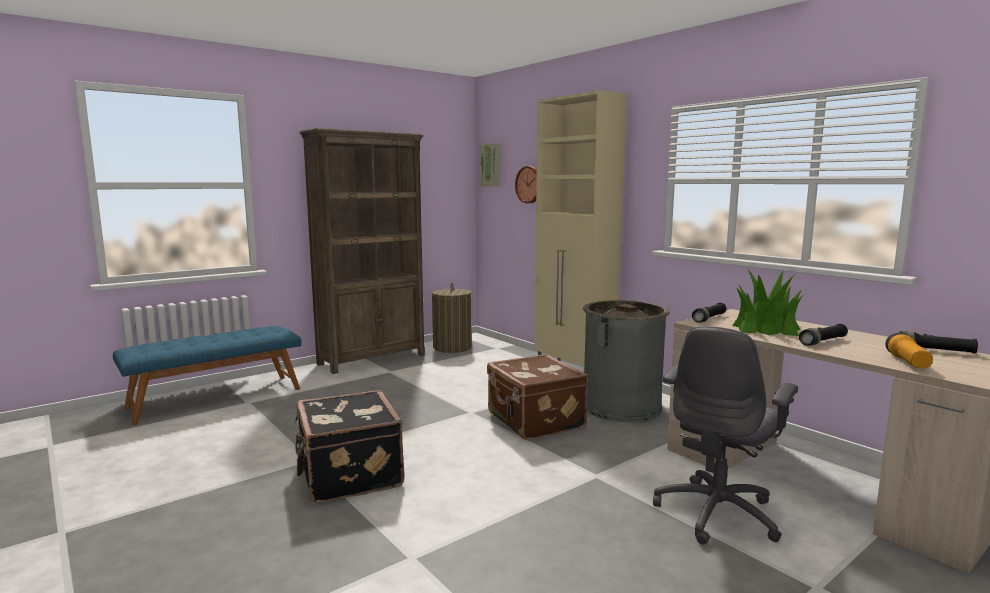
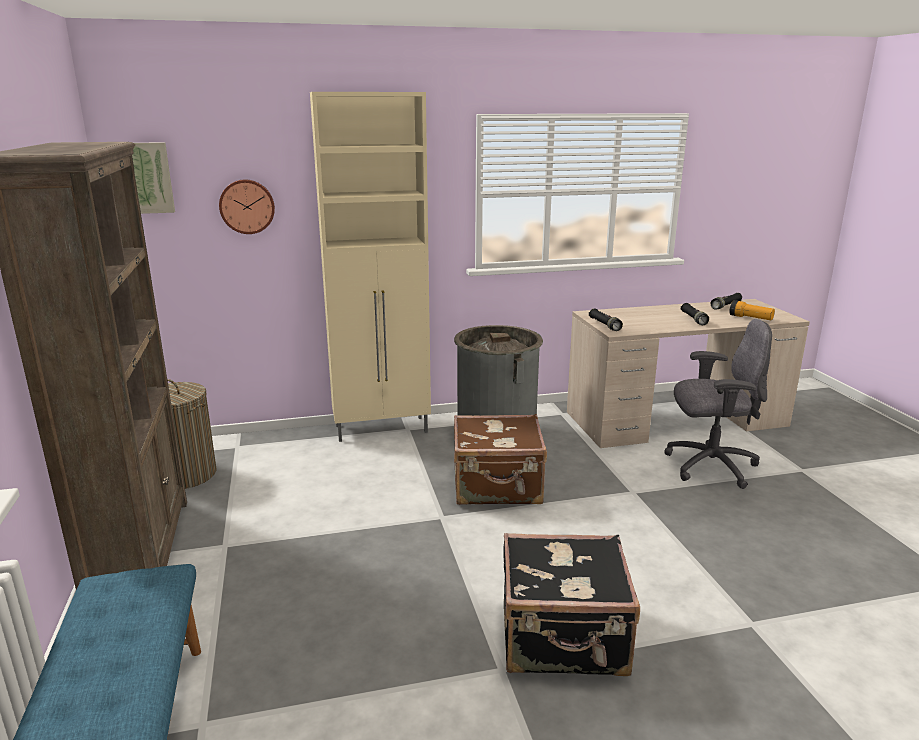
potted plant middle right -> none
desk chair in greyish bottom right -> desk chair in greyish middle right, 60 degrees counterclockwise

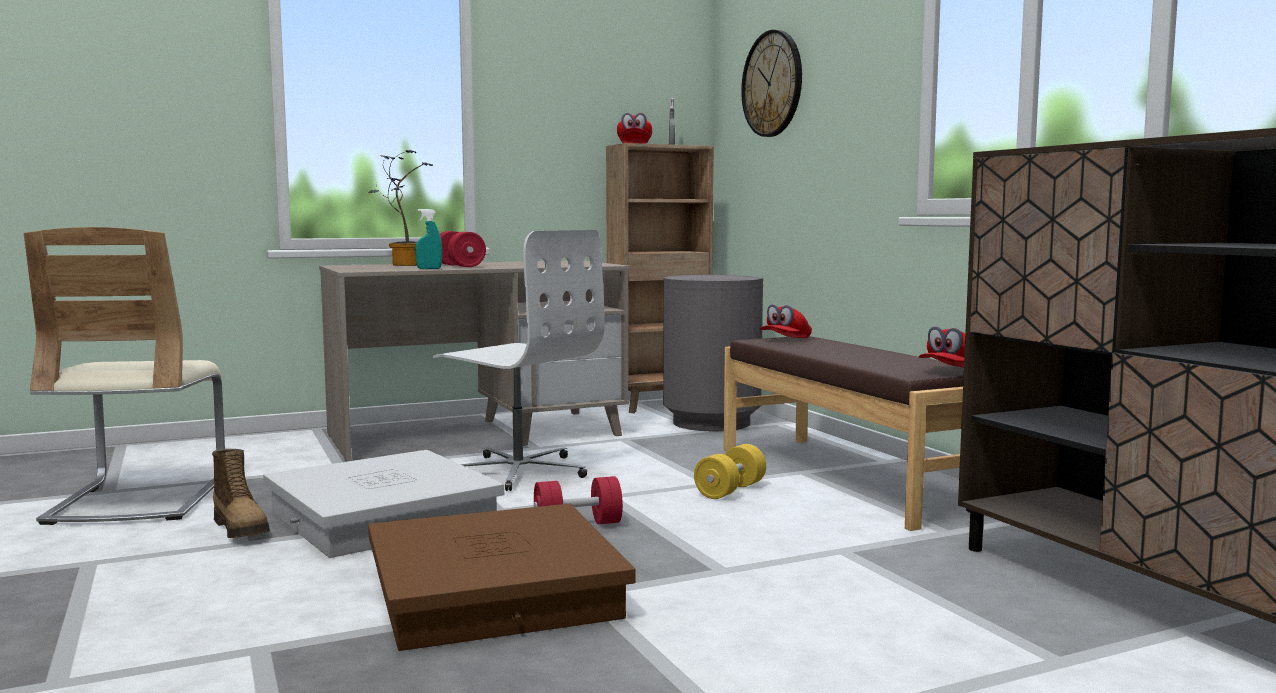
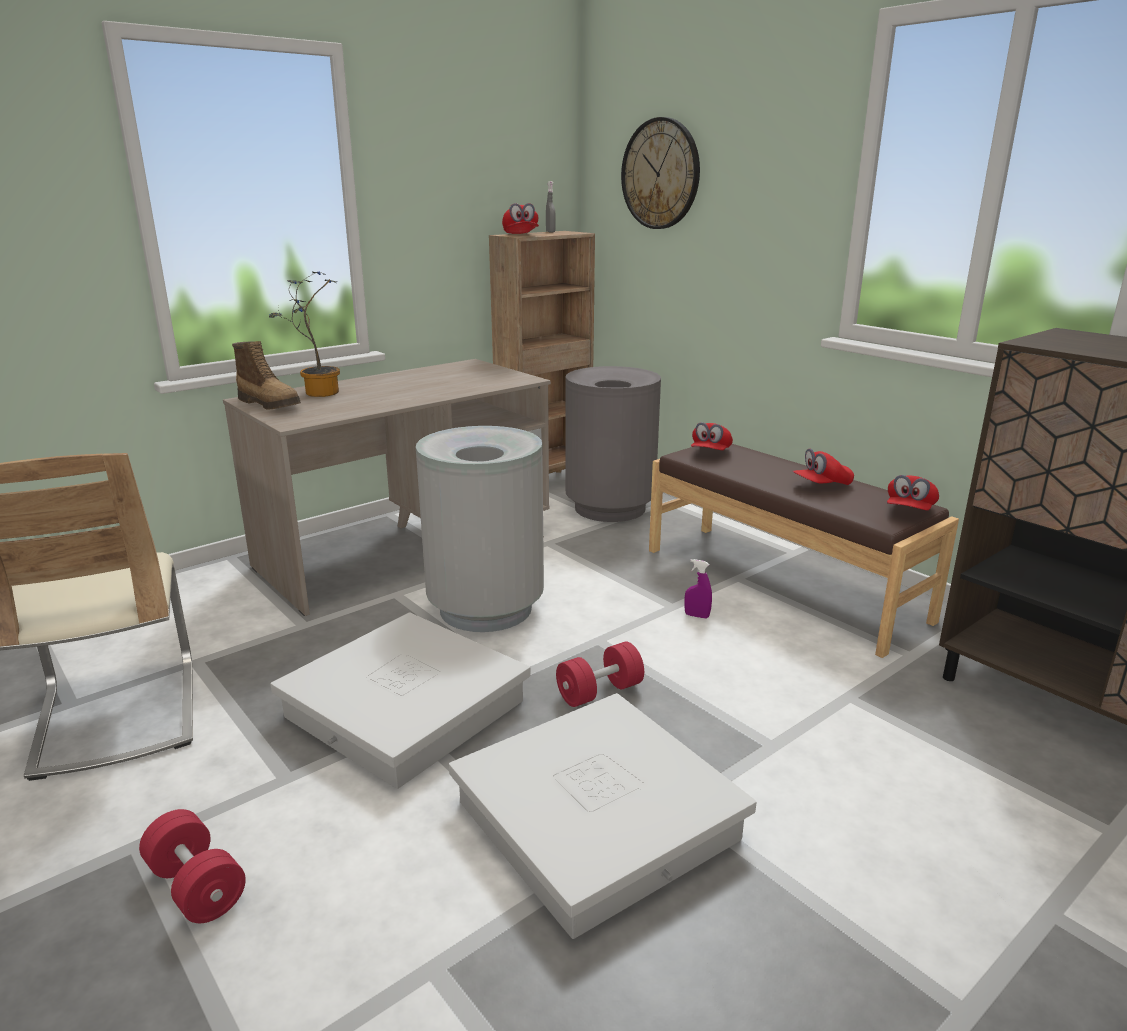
sprayer in turquoise-coloured centre -> none
none -> cap in red-coloured (no. 3 from left) middle right
tall boot bottom left -> tall boot middle left, relocated
free weight in red-coloured (no. 1 from left) centre -> free weight in red-coloured (no. 1 from left) bottom left, relocated
desk chair in white-coloured centre -> waste bin in greyish (no. 1 from left) centre
free weight in yellow-coloured bottom centre -> sprayer in purple centre
storage container in brown bottom centre -> storage container in white-coloured (no. 2 from left) bottom centre

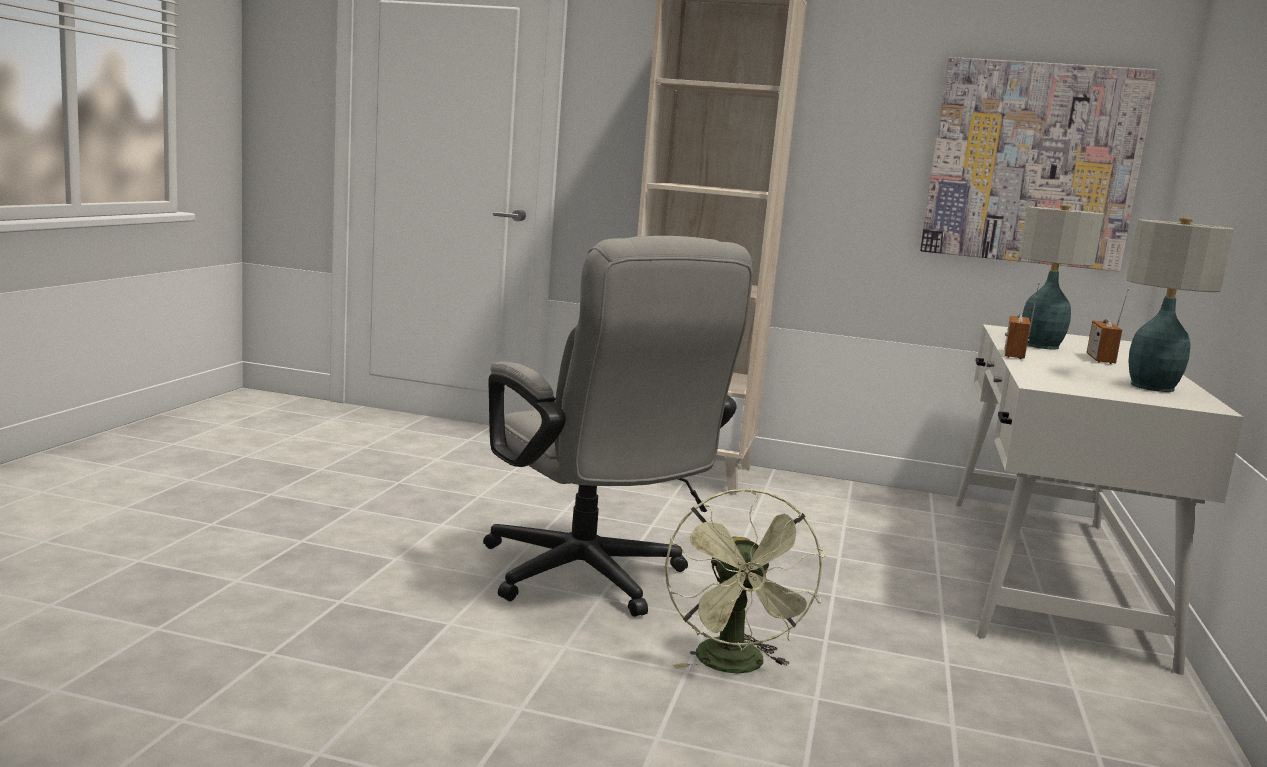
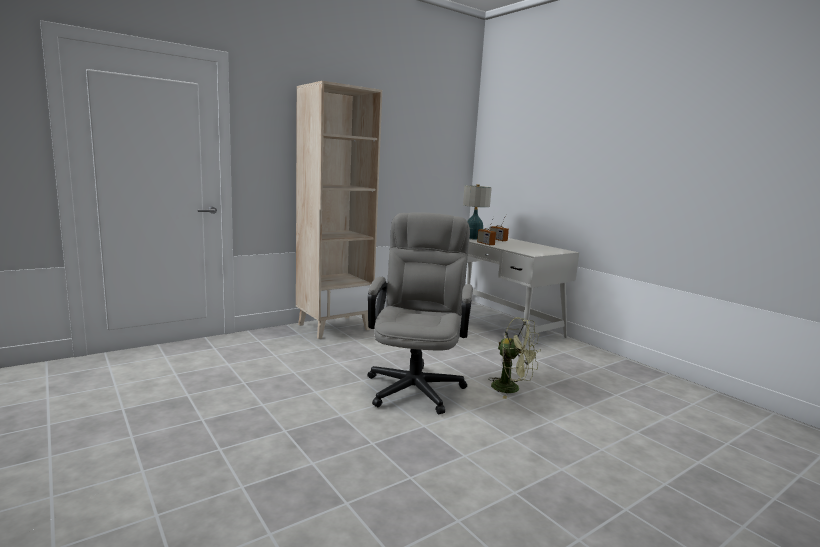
wall art top right -> none
lamp for a table (no. 2 from left) middle right -> none
desk chair in greyish centre, 90 degrees counterclockwise

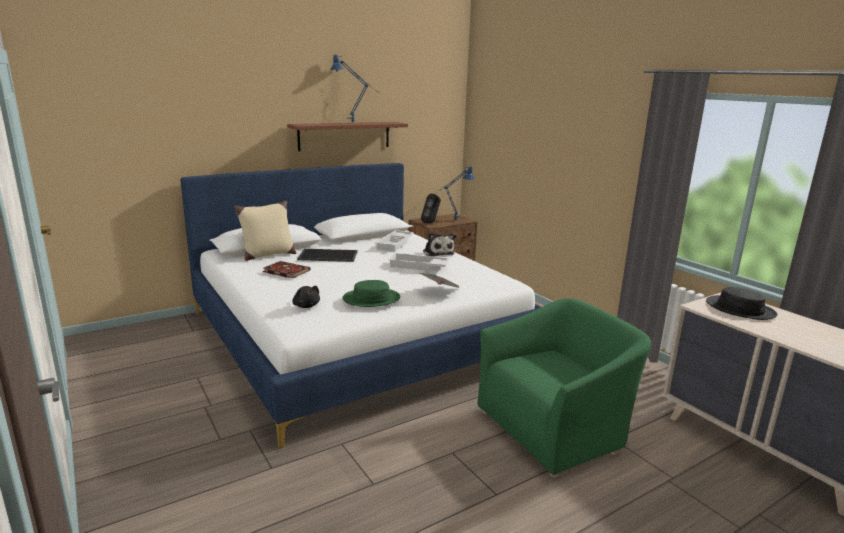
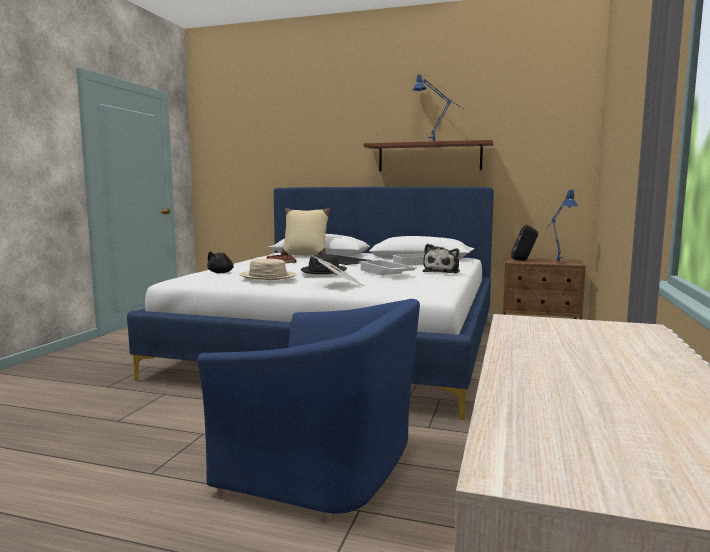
clothing hat in black middle right -> clothing hat in black centre, relocated
clothing hat in greenish centre -> clothing hat in beige-coloured centre
easy chair in greenish bottom right -> easy chair in blue-coloured bottom centre

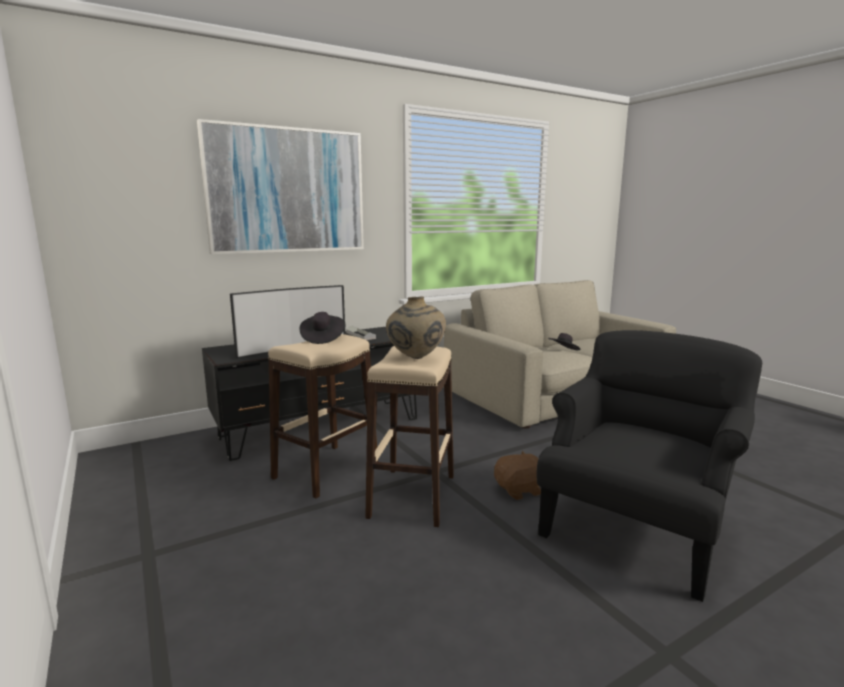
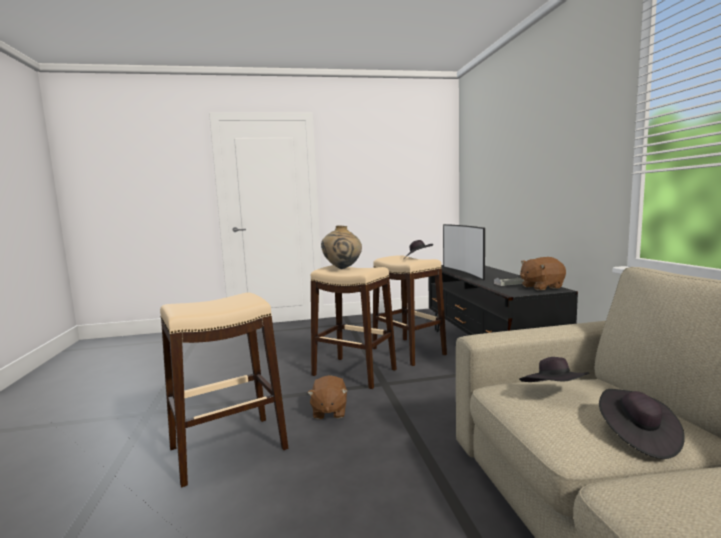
wall art top left -> none
none -> clothing hat in black (no. 2 from left) bottom right
none -> cuddly toy in brown (no. 2 from left) middle right
easy chair in black bottom right -> stool seat in beige-coloured (no. 1 from left) bottom left

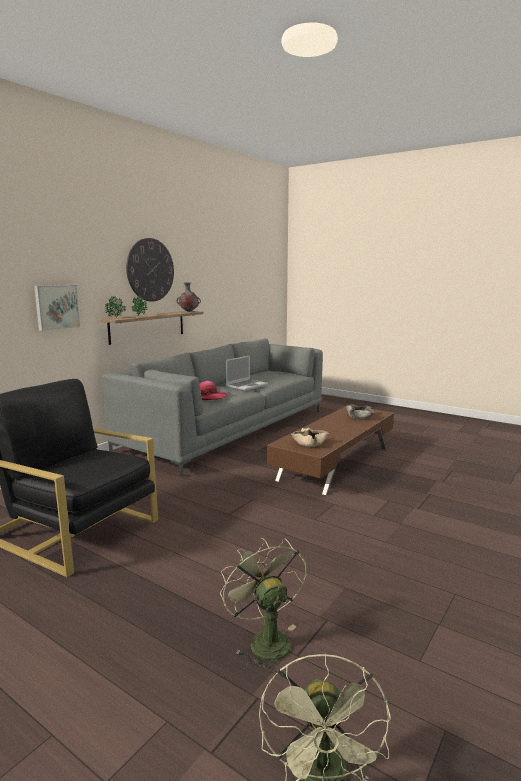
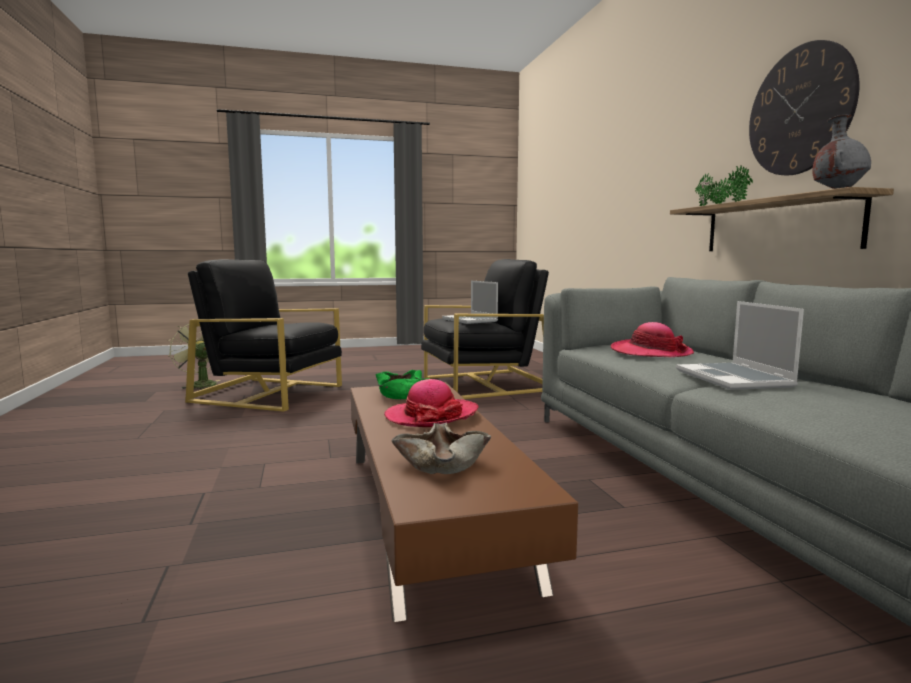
wall art middle left -> none
none -> clothing hat (no. 1 from left) centre
none -> portable computer (no. 1 from left) centre
cooling fan in greenish (no. 1 from left) bottom centre -> easy chair in black (no. 1 from left) middle left
bowl in beige-coloured (no. 1 from left) centre -> bowl in greenish centre

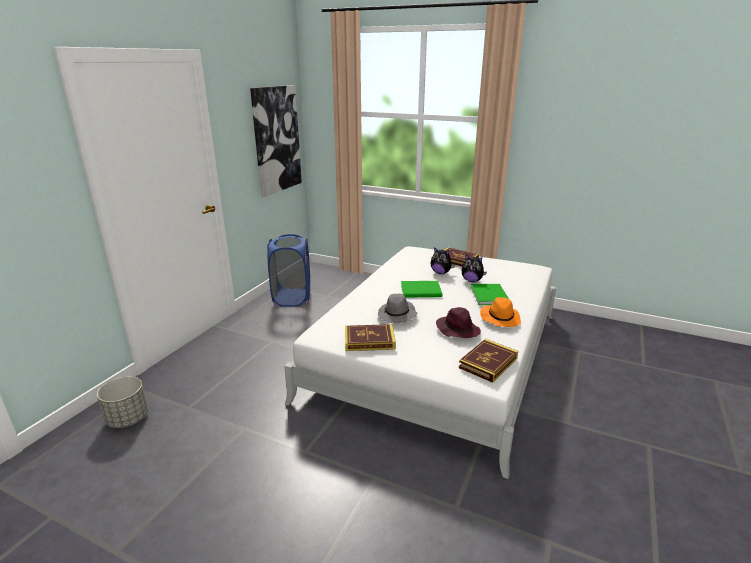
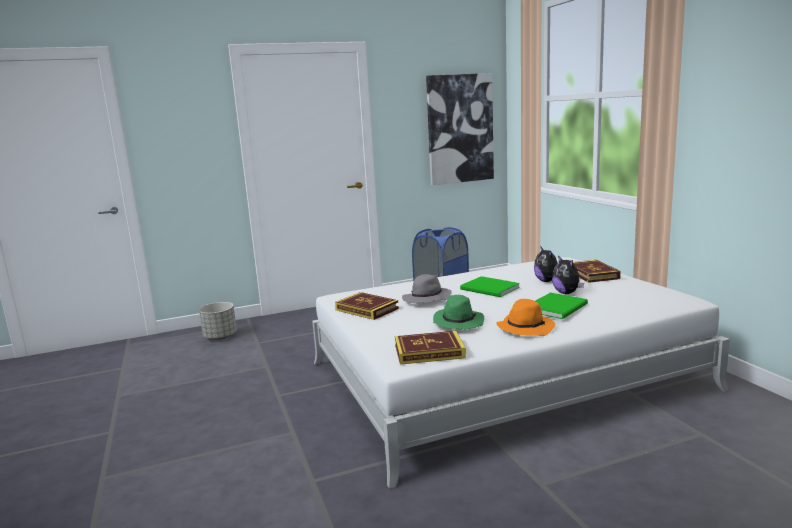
clothing hat in purple centre -> clothing hat in greenish centre

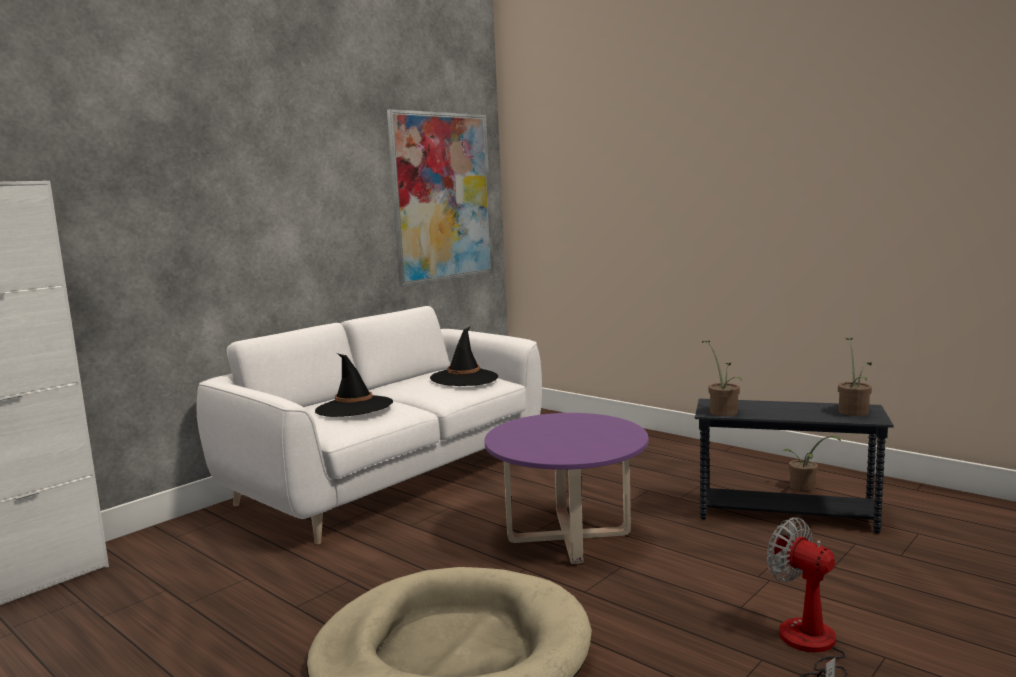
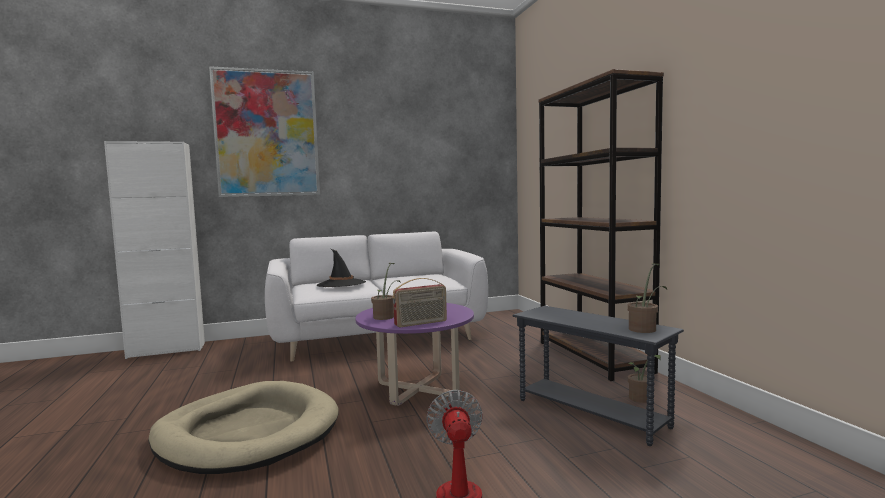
clothing hat in black (no. 2 from left) centre -> none
none -> radio receiver centre
none -> bookcase in brown middle right
wall art top centre -> wall art top left, relocated
potted plant (no. 1 from left) middle right -> potted plant (no. 1 from left) centre, relocated

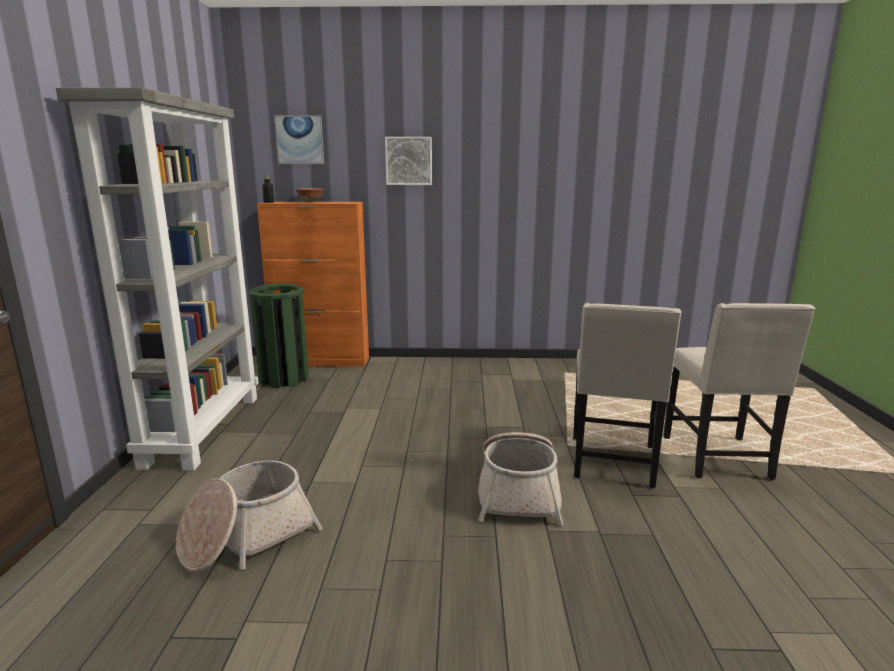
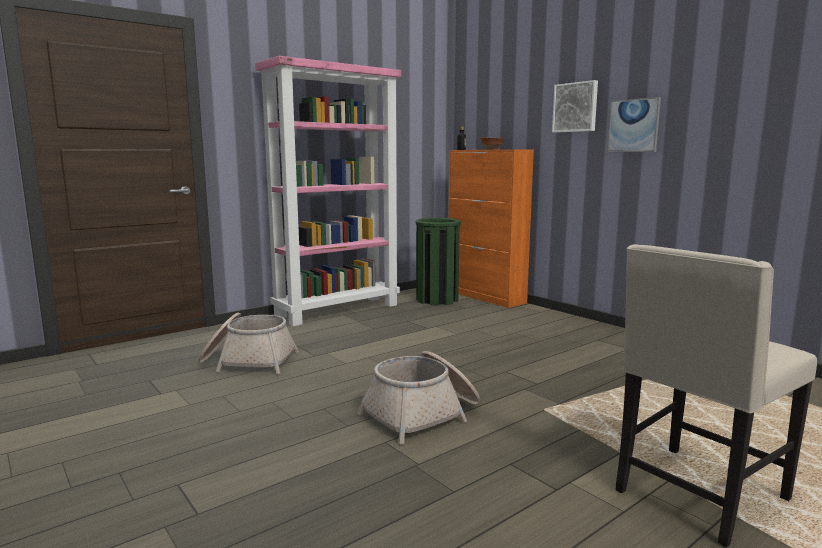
plain chair in beige-coloured (no. 1 from left) middle right -> none
wall art (no. 1 from left in the first image) top centre -> wall art (no. 2 from left) top right, relocated
bookcase in greyish middle left -> bookcase in pink-coloured centre

